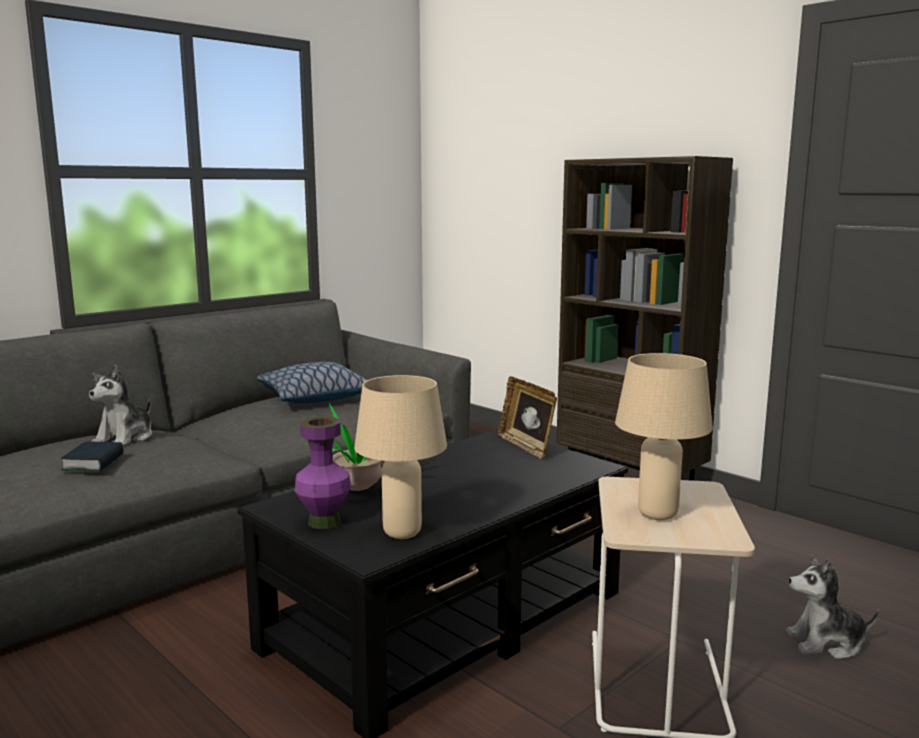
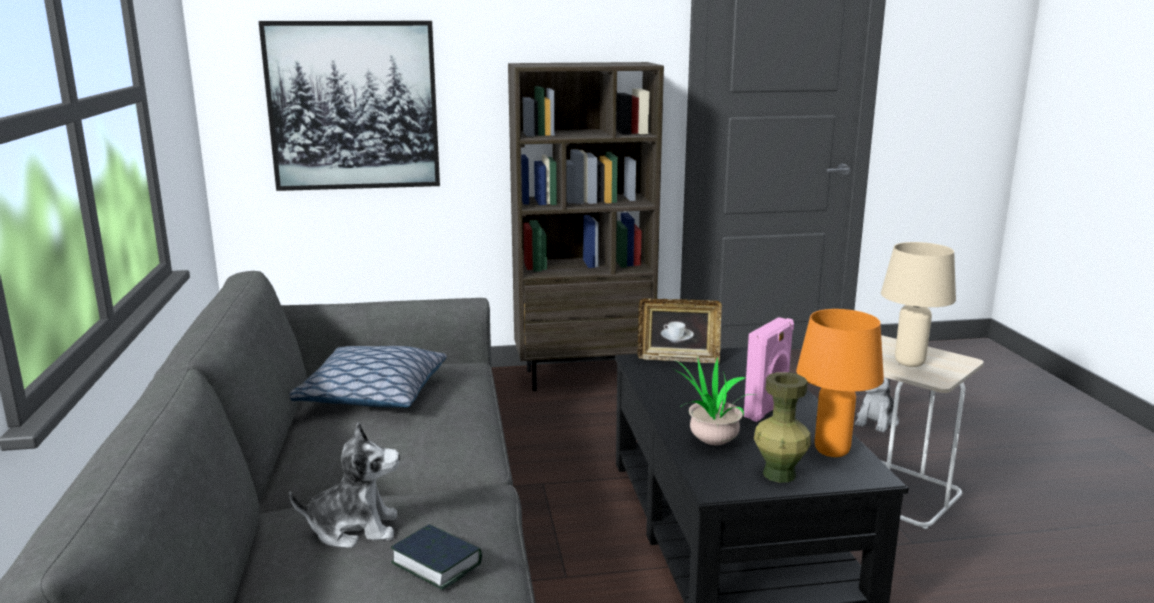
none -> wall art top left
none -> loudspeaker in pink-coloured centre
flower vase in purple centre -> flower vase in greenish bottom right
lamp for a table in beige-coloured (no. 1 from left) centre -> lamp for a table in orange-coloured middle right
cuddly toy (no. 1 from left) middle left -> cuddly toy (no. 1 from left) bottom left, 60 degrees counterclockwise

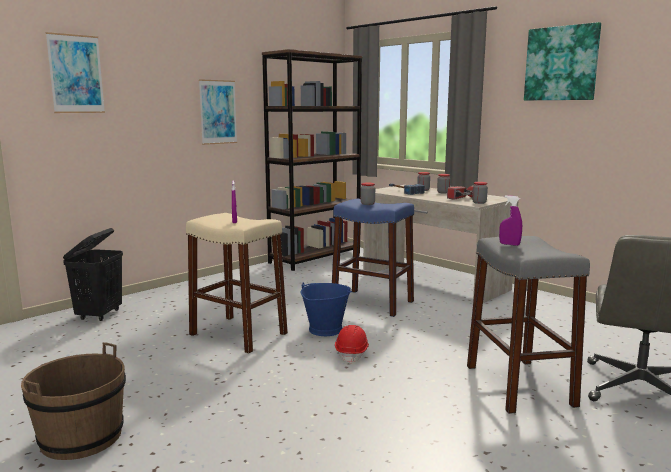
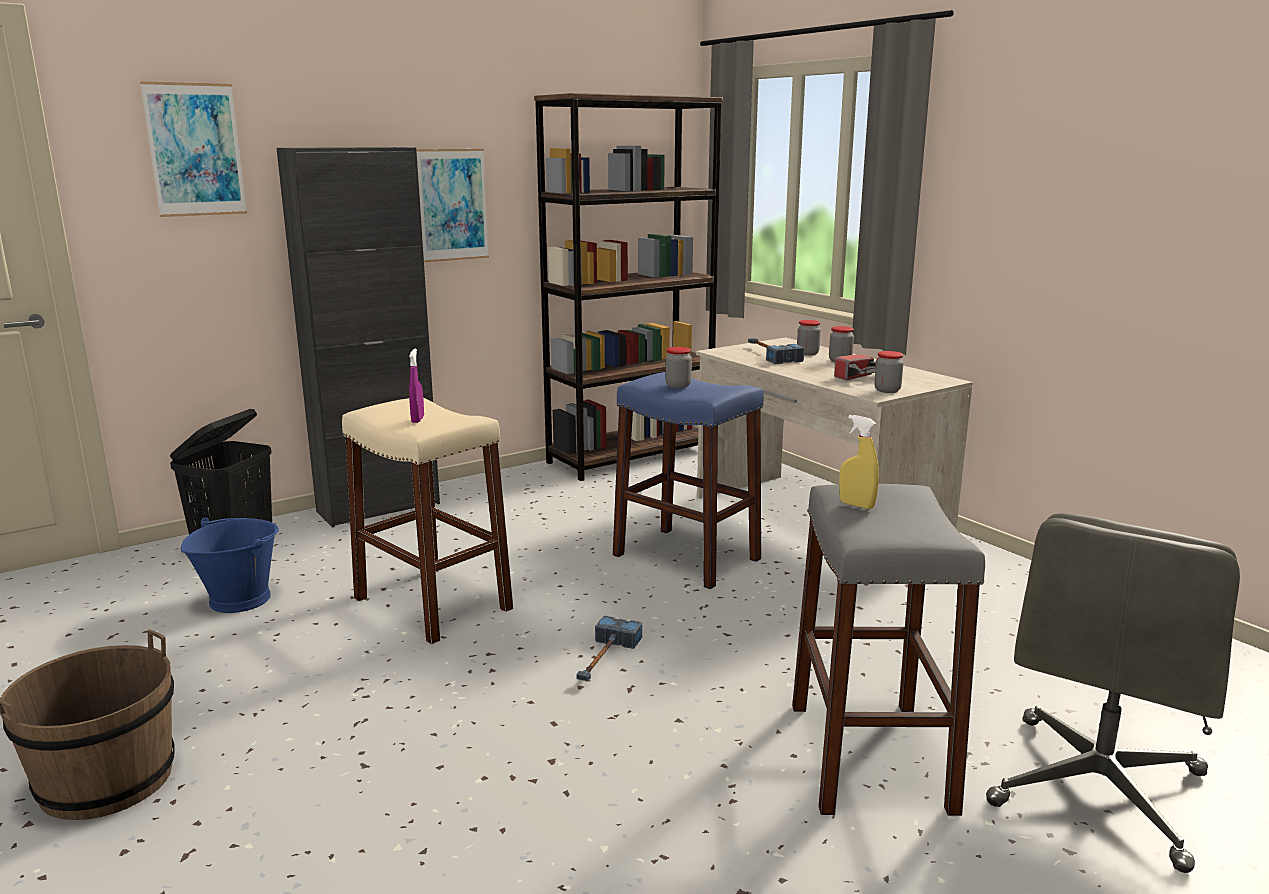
wall art (no. 3 from left) top right -> none
none -> cabinet in black middle left
bucket in blue-coloured centre -> bucket in blue-coloured middle left, relocated
safety helmet in red-coloured bottom centre -> hand hammer (no. 1 from left) bottom centre
sprayer in purple (no. 2 from left) middle right -> sprayer in yellow-coloured middle right

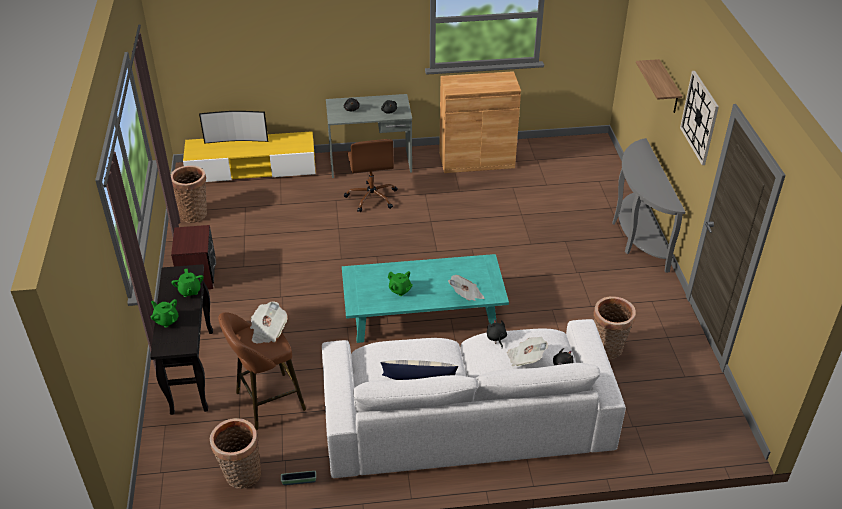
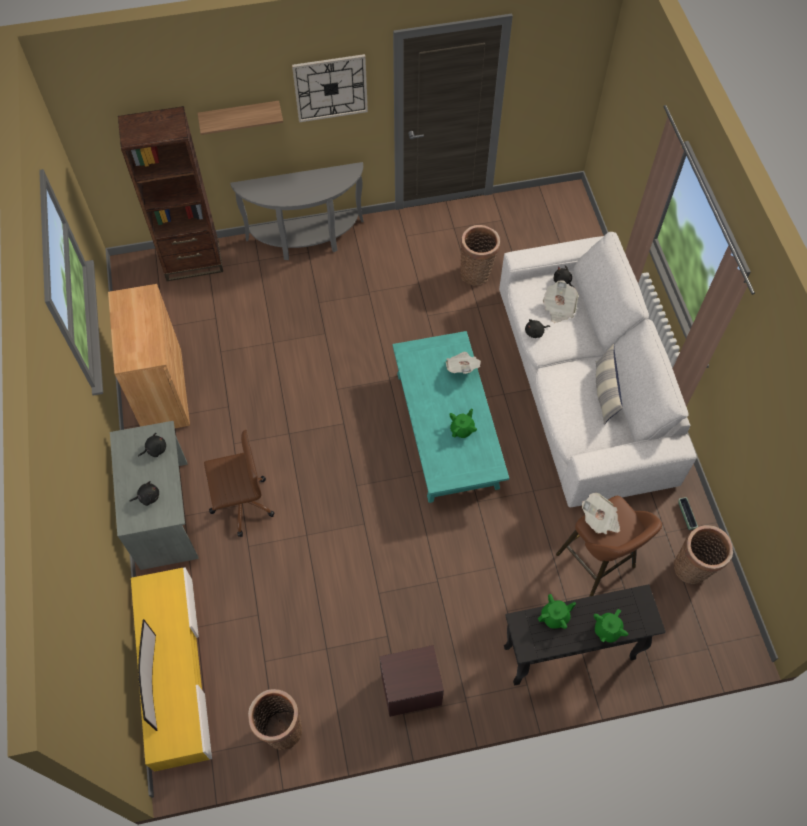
none -> bookcase in brown top left

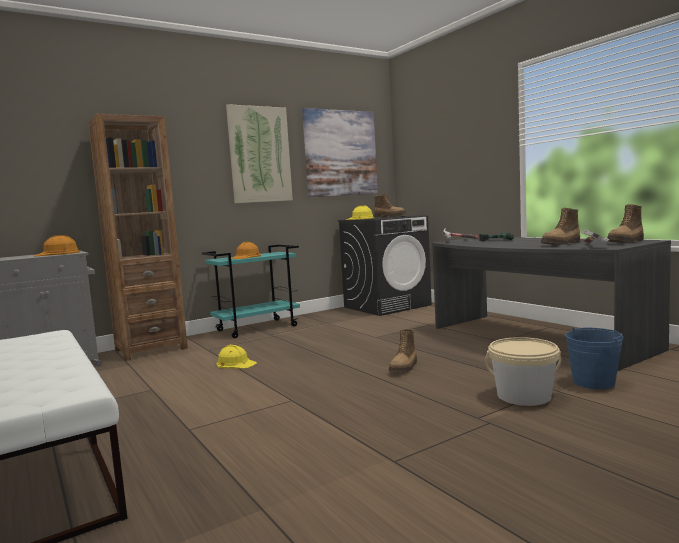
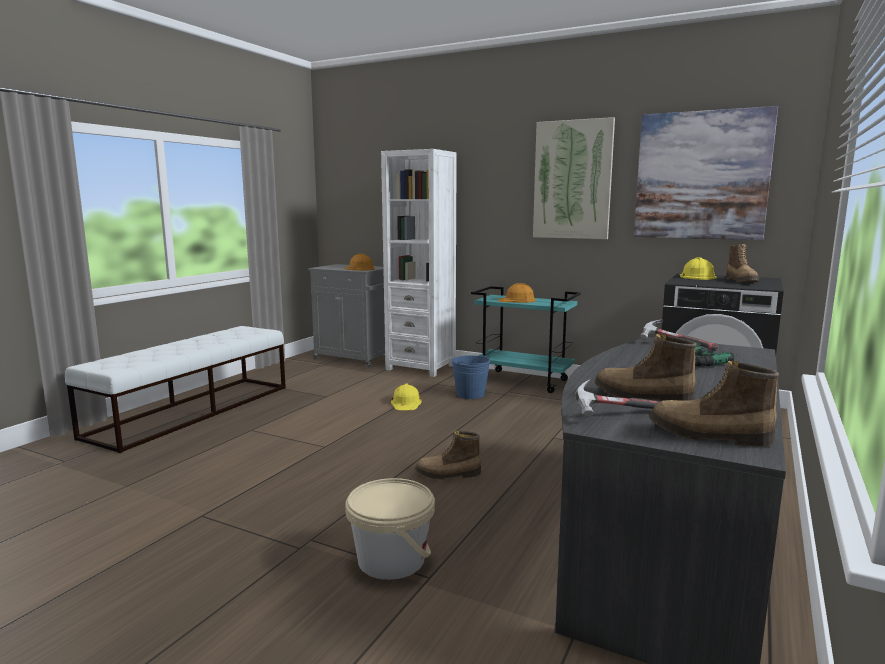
bucket in blue-coloured middle right -> bucket in blue-coloured centre, relocated
bookcase in brown middle left -> bookcase in white-coloured centre

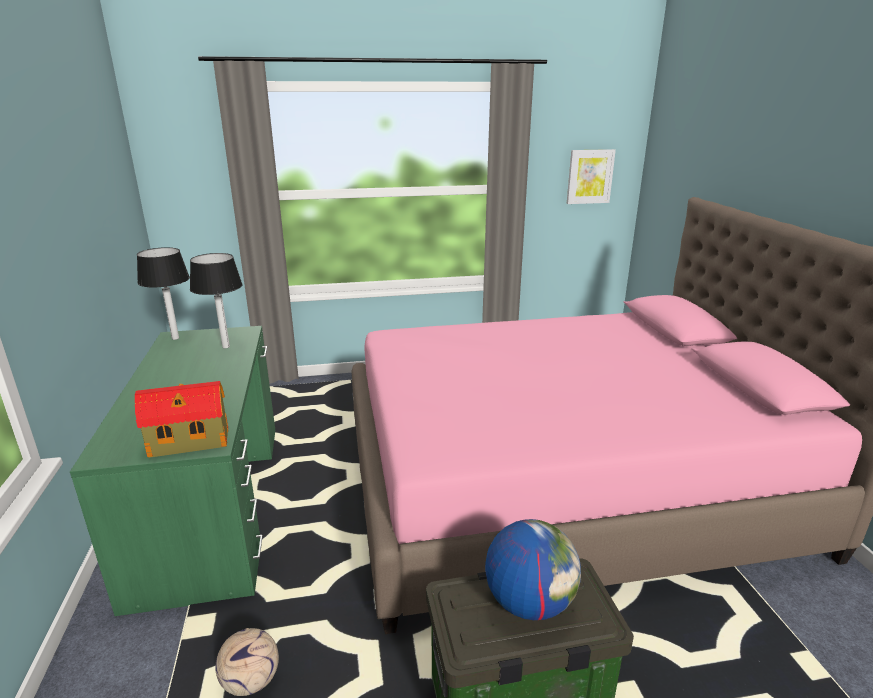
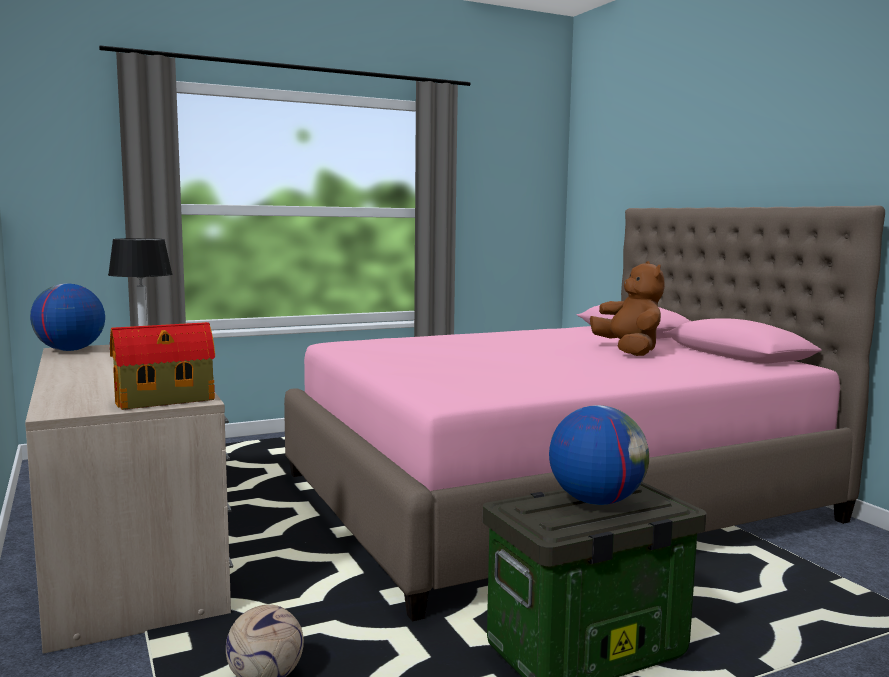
wall art top right -> none
none -> cuddly toy in brown middle right
lamp for a table (no. 1 from left) middle left -> globe (no. 1 from left) middle left
desk unit in greenish bottom left -> desk unit in beige-coloured bottom left

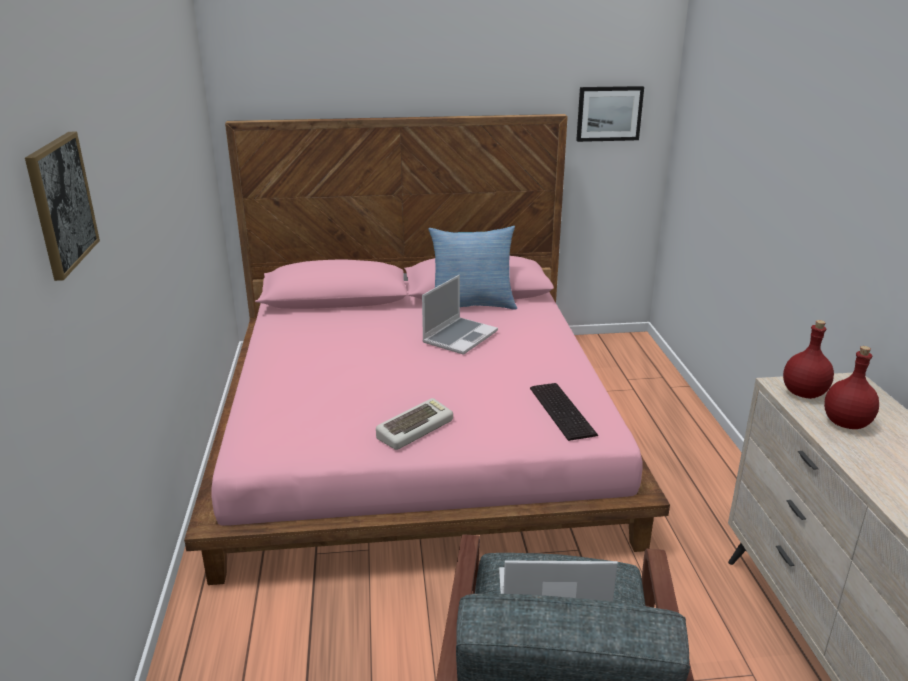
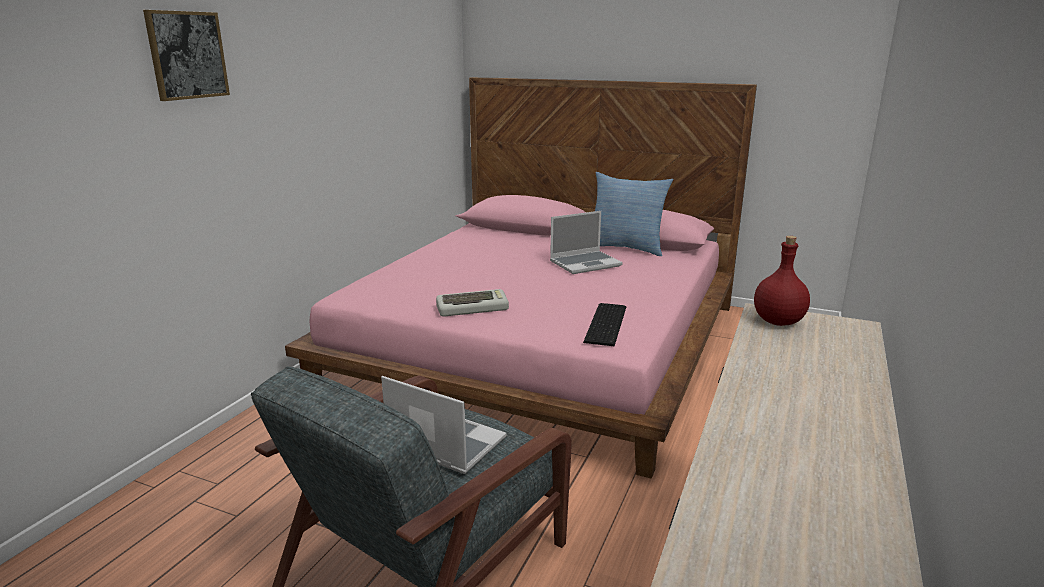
wall art (no. 2 from left) top right -> none
bottle in red-coloured (no. 2 from left) middle right -> none

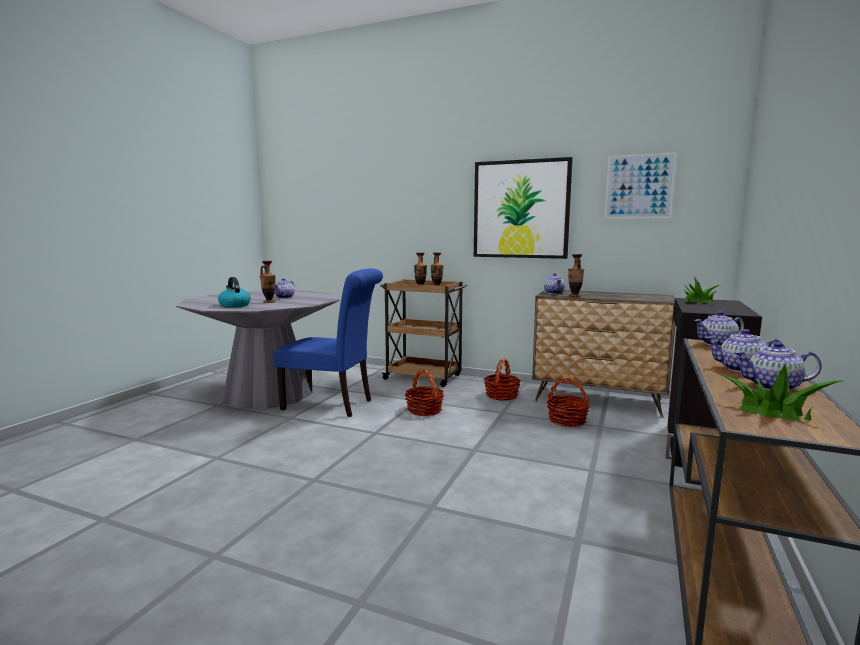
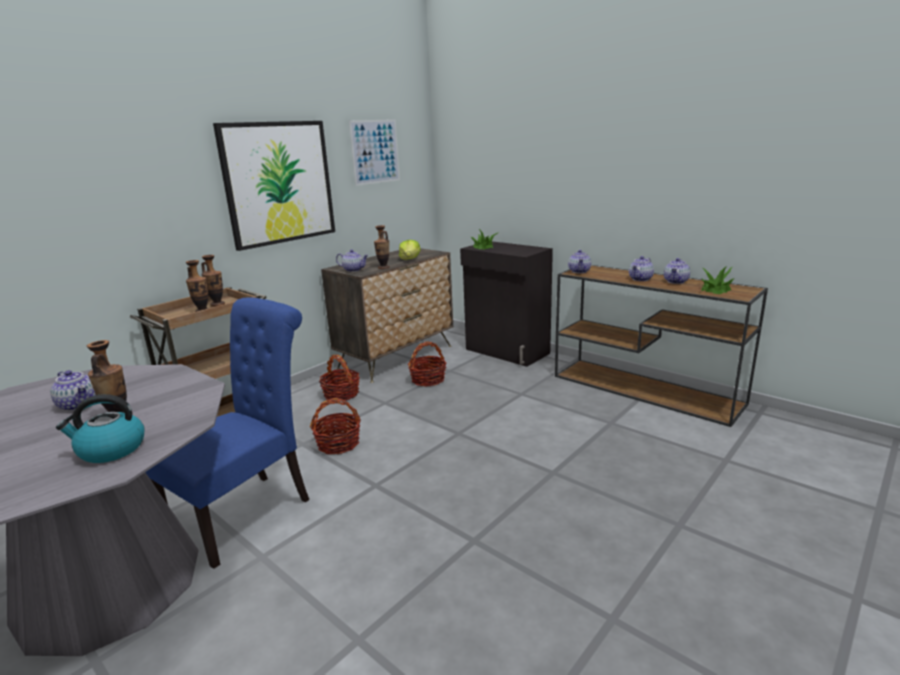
none -> lettuce head centre

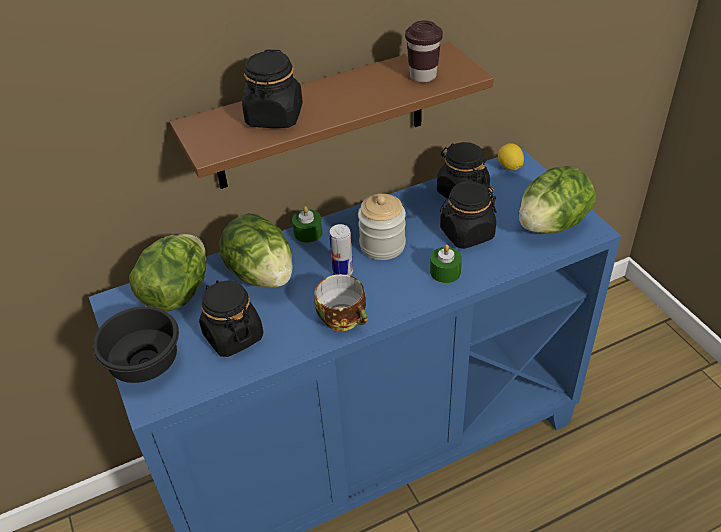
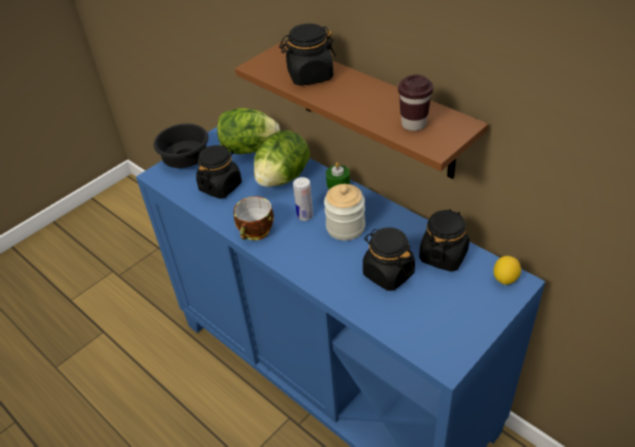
wax candle in greenish (no. 2 from left) centre -> none
lettuce head (no. 3 from left) middle right -> none

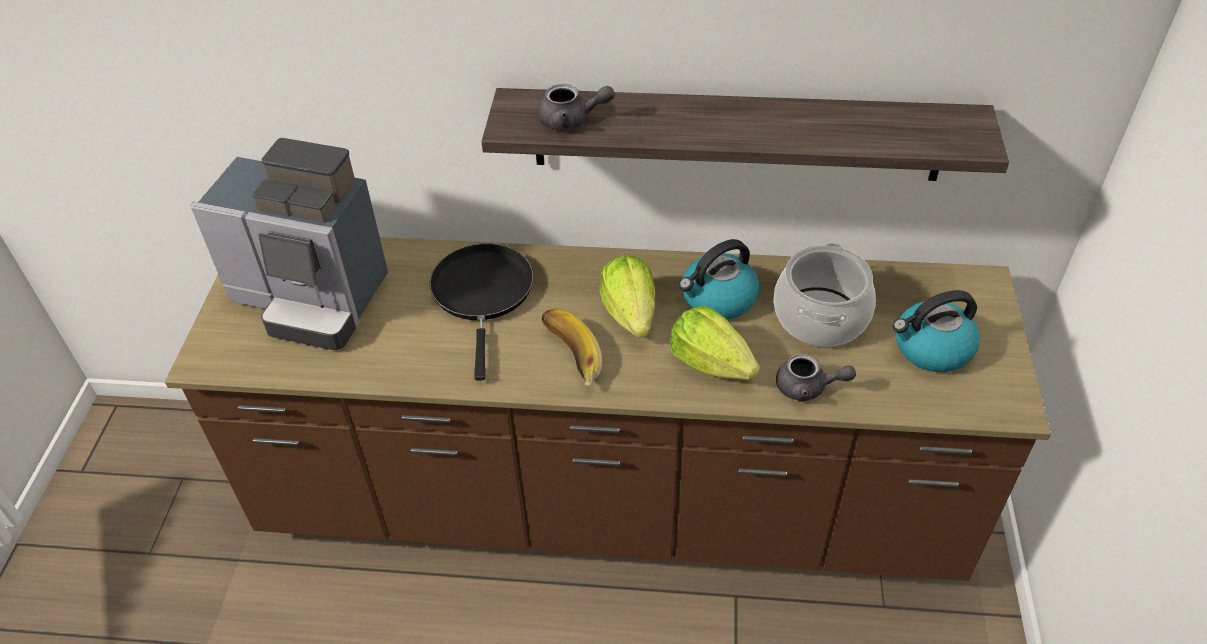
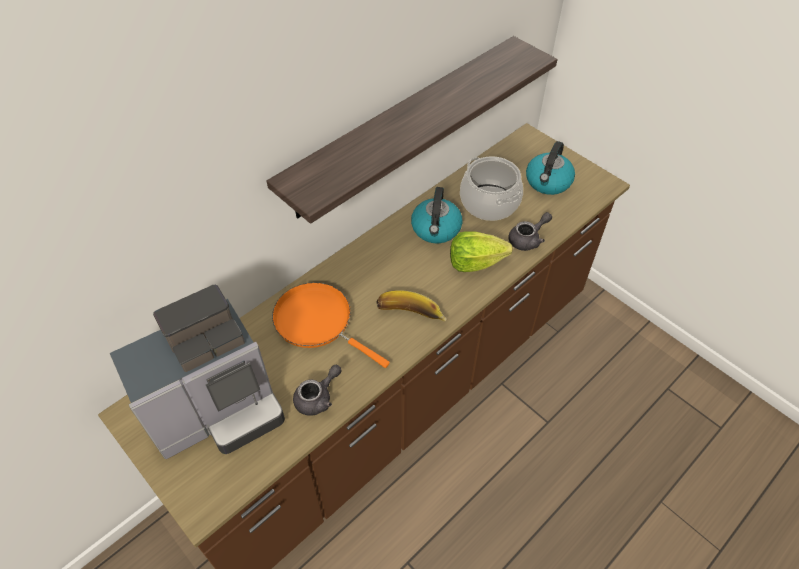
lettuce head (no. 1 from left) centre -> none
teapot in greyish (no. 1 from left) top centre -> teapot in greyish (no. 1 from left) bottom centre, relocated
pan in black centre -> pan in orange-coloured centre

